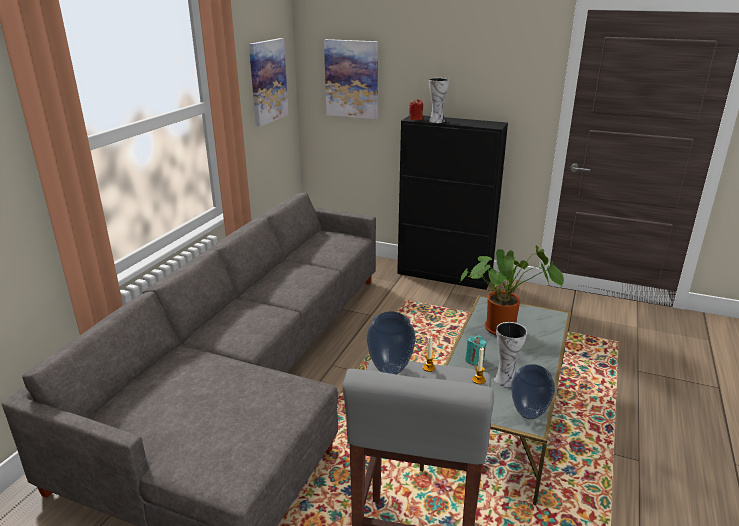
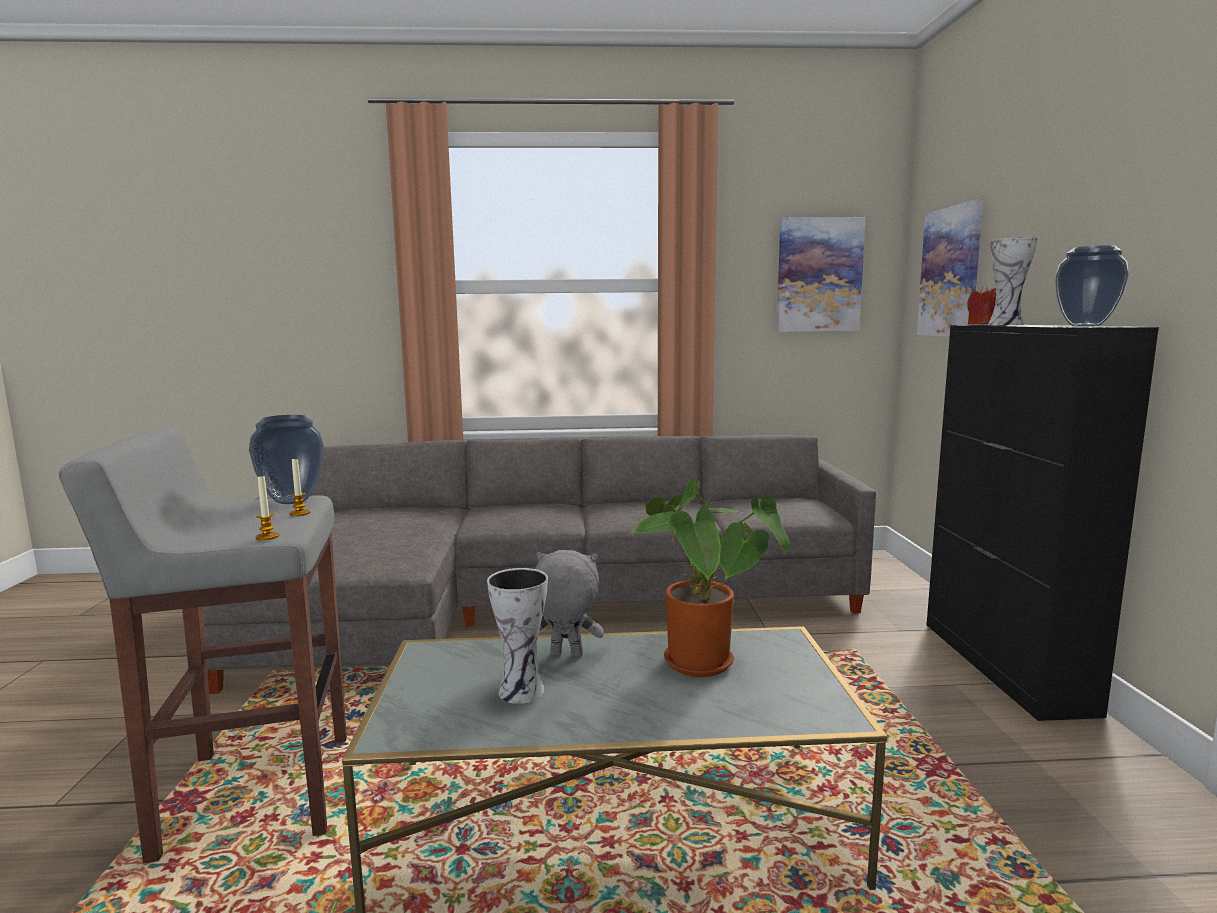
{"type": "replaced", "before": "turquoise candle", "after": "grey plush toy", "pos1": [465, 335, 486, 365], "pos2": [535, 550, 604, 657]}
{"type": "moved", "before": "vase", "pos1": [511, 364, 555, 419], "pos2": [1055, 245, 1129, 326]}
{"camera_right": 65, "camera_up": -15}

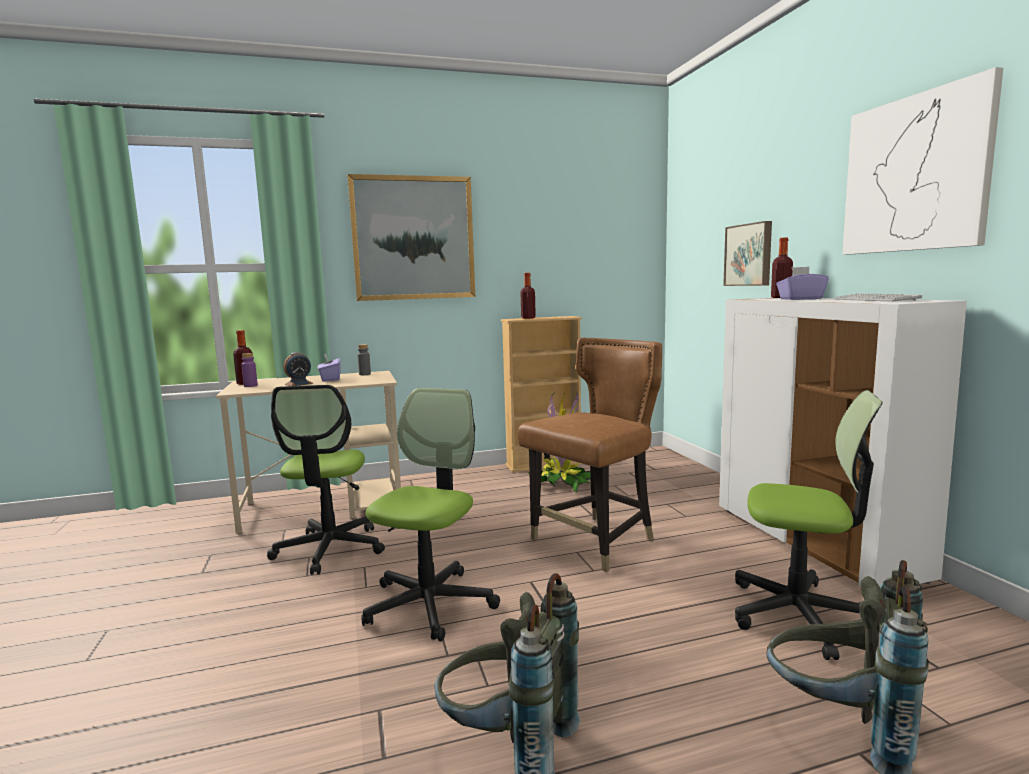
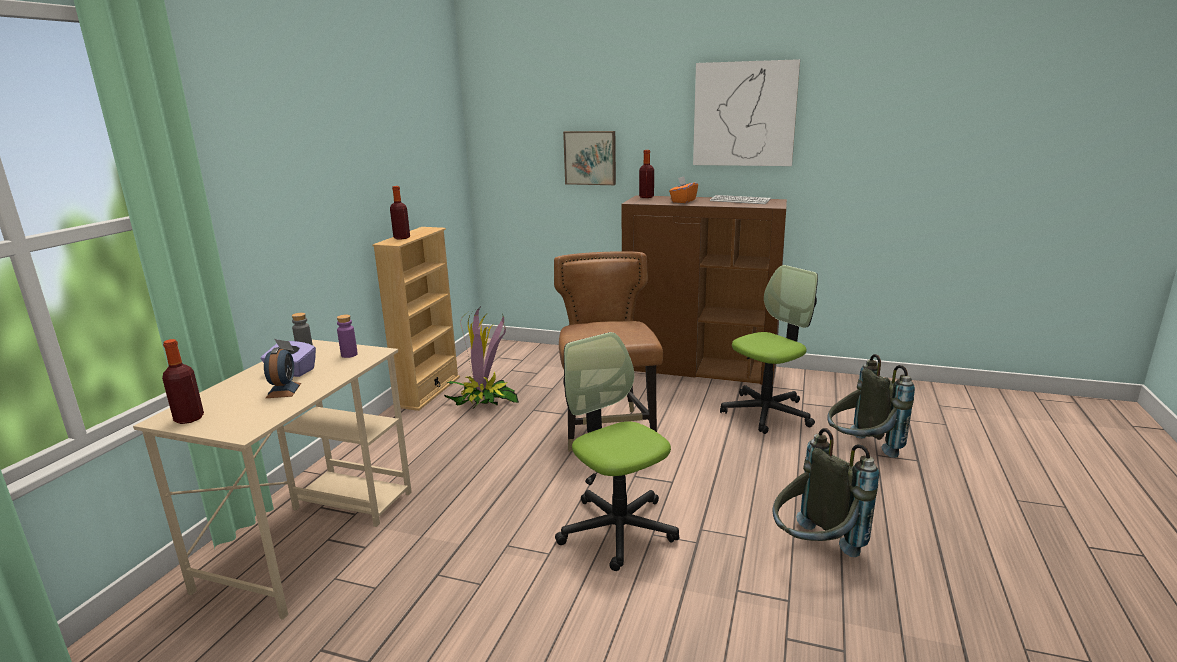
{"type": "removed", "before": "picture", "pos1": [348, 174, 475, 301]}
{"type": "recoloured", "before": "purple tissue box", "after": "orange tissue box", "pos1": [776, 266, 829, 300], "pos2": [669, 176, 698, 203]}
{"type": "recoloured", "before": "white cabinet", "after": "brown cabinet", "pos1": [719, 298, 967, 586], "pos2": [621, 195, 787, 385]}
{"type": "moved", "before": "purple bottle", "pos1": [241, 353, 258, 387], "pos2": [337, 315, 358, 358]}
{"type": "removed", "before": "office chair", "pos1": [267, 385, 385, 575]}
{"camera_right": -55, "camera_up": 10}

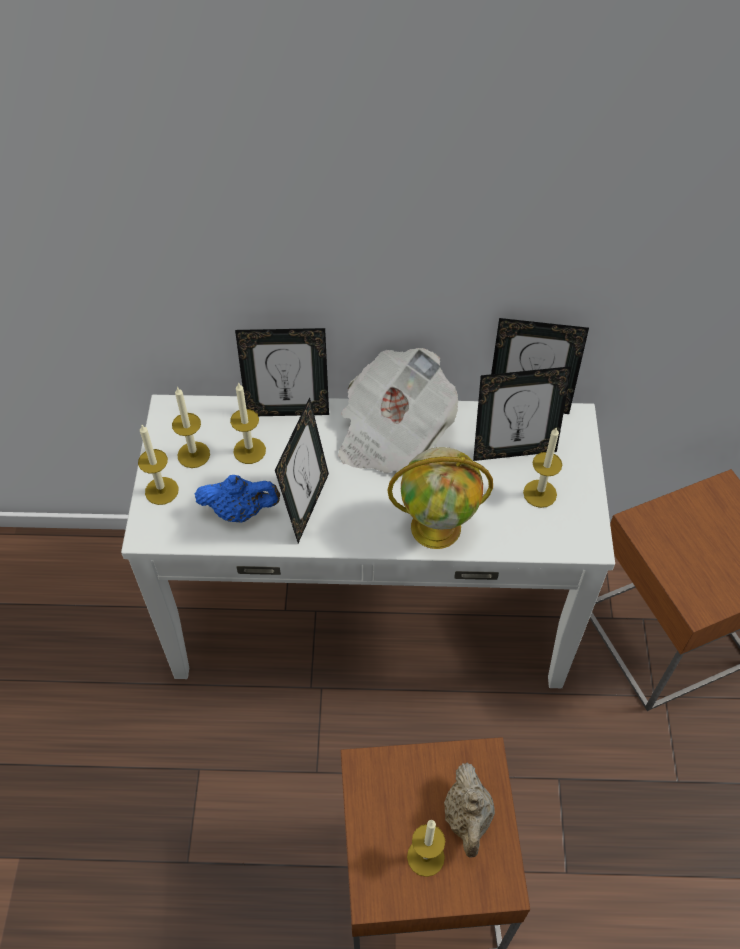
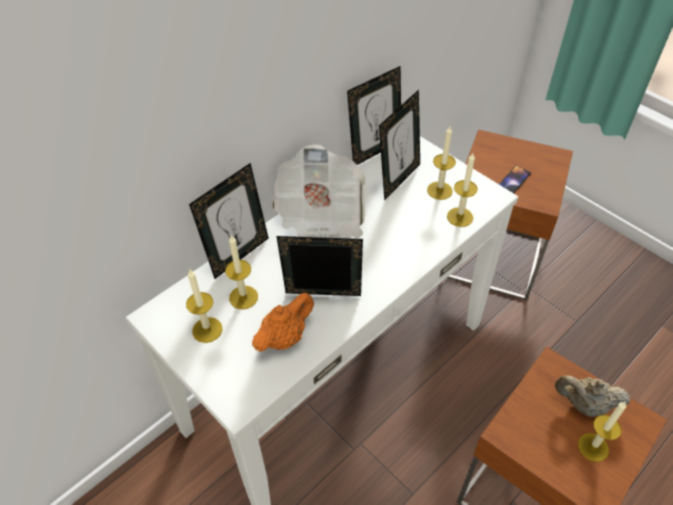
{"type": "turned", "before": "picture frame", "pos1": [275, 397, 329, 543], "pos2": [276, 236, 363, 296], "turn": -60}
{"type": "moved", "before": "candle", "pos1": [138, 425, 178, 505], "pos2": [447, 153, 478, 227]}
{"type": "removed", "before": "globe", "pos1": [387, 447, 493, 549]}
{"type": "recoloured", "before": "blue teapot", "after": "orange teapot", "pos1": [195, 475, 280, 523], "pos2": [252, 293, 314, 352]}
{"type": "turned", "before": "beige teapot", "pos1": [444, 763, 495, 858], "pos2": [555, 375, 631, 417], "turn": 150}
{"type": "added", "after": "phone", "pos2": [499, 166, 531, 193]}
{"camera_right": -45, "camera_up": -5}

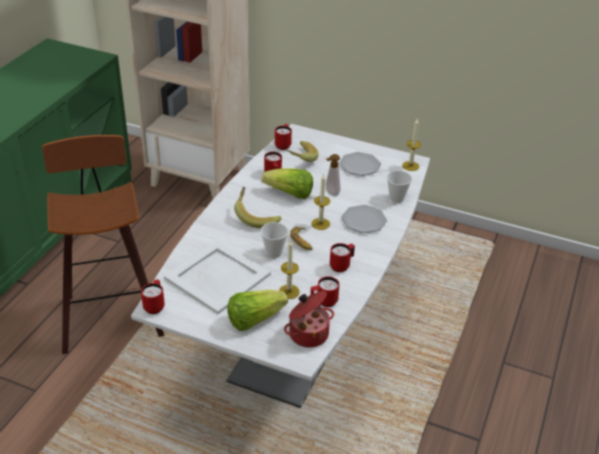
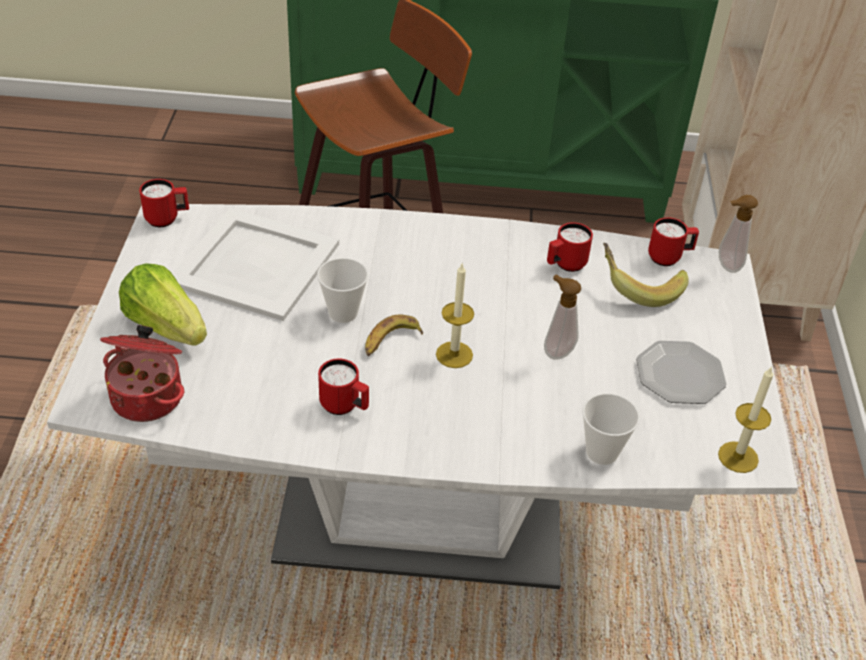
{"type": "removed", "before": "lettuce", "pos1": [262, 168, 313, 199]}
{"type": "removed", "before": "banana", "pos1": [234, 187, 282, 228]}
{"type": "removed", "before": "plate", "pos1": [341, 205, 387, 233]}
{"type": "removed", "before": "candle", "pos1": [279, 239, 300, 299]}
{"type": "removed", "before": "red mug", "pos1": [310, 276, 339, 307]}
{"type": "added", "after": "soap dispenser", "pos2": [719, 195, 758, 273]}
{"camera_right": 70, "camera_up": 5}

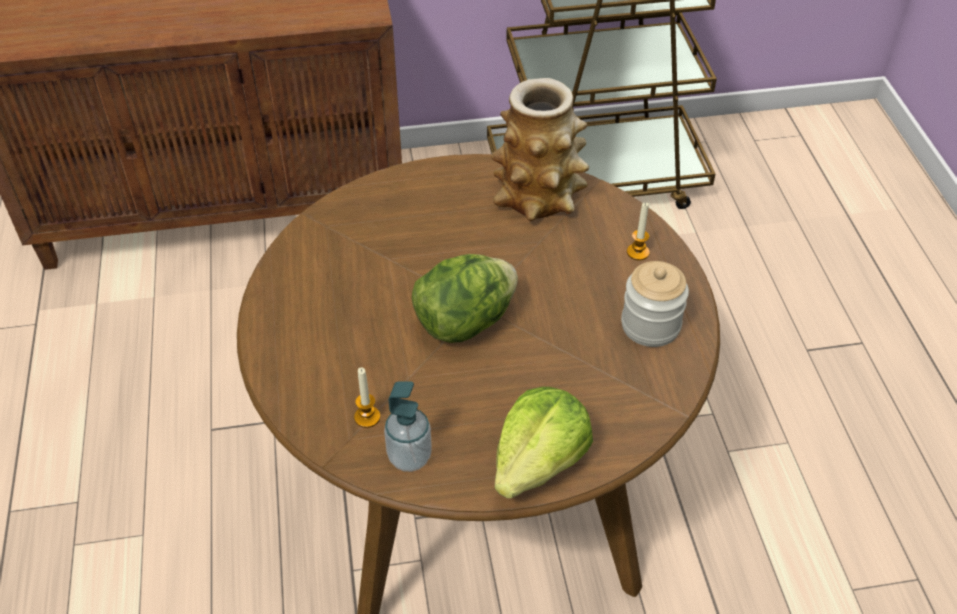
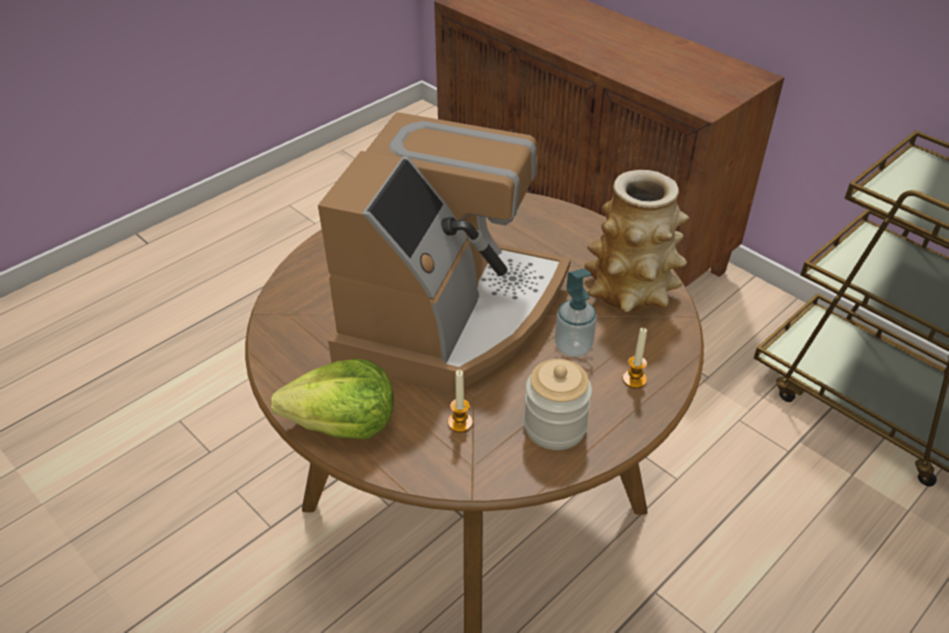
{"type": "replaced", "before": "lettuce", "after": "coffee machine", "pos1": [412, 254, 518, 343], "pos2": [318, 112, 571, 395]}
{"type": "moved", "before": "candle", "pos1": [354, 368, 380, 428], "pos2": [448, 370, 473, 433]}
{"type": "moved", "before": "soap dispenser", "pos1": [384, 381, 432, 472], "pos2": [555, 269, 597, 357]}
{"camera_right": 55, "camera_up": -5}

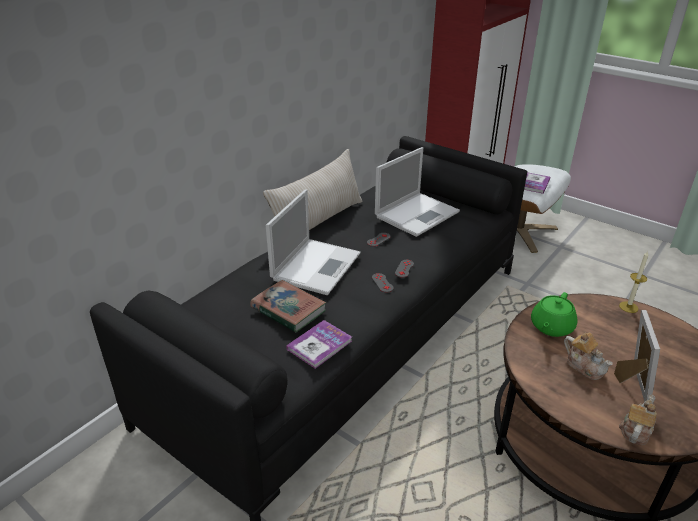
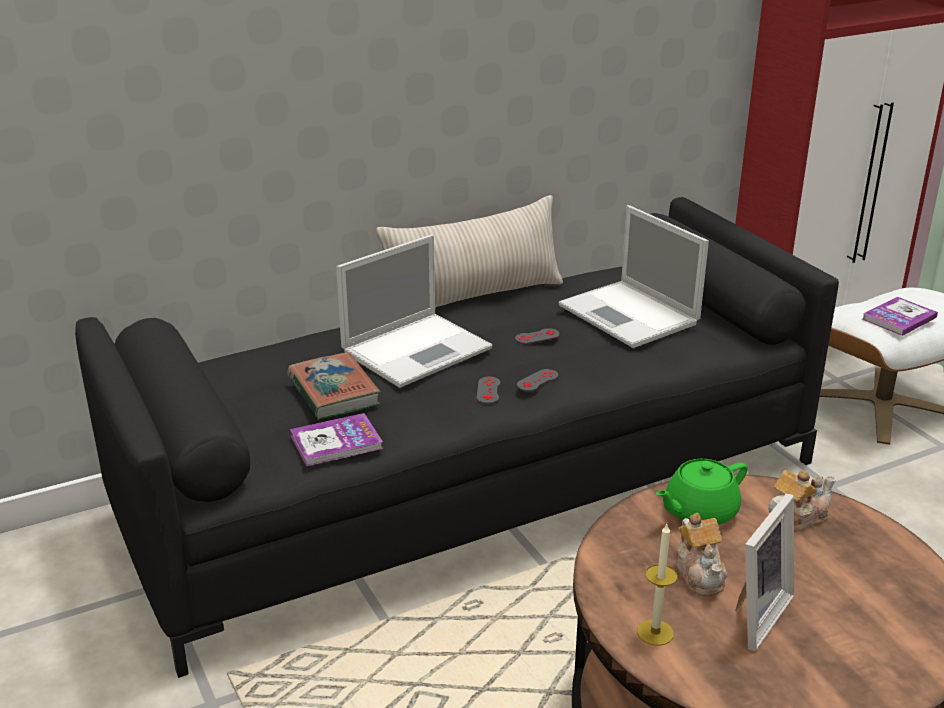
{"type": "turned", "before": "laptop", "pos1": [375, 147, 460, 237], "pos2": [559, 205, 709, 348], "turn": 75}
{"type": "moved", "before": "candle", "pos1": [619, 251, 648, 313], "pos2": [637, 524, 678, 646]}
{"type": "moved", "before": "teapot", "pos1": [619, 395, 657, 446], "pos2": [768, 470, 836, 532]}
{"camera_right": 25, "camera_up": -5}

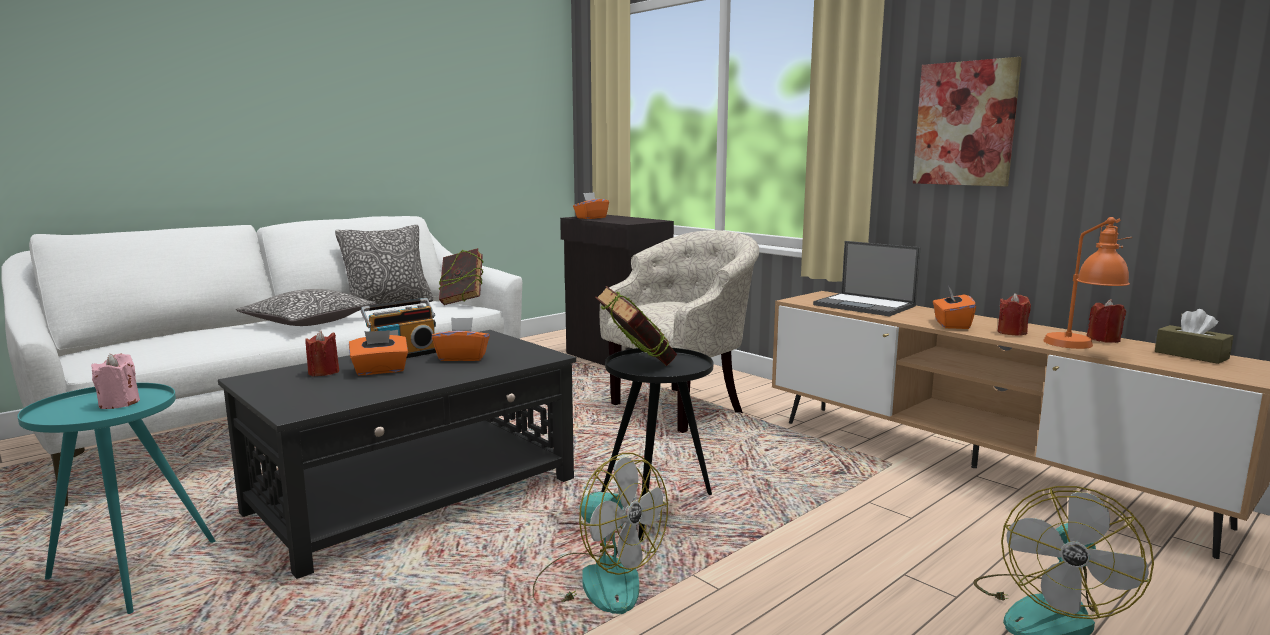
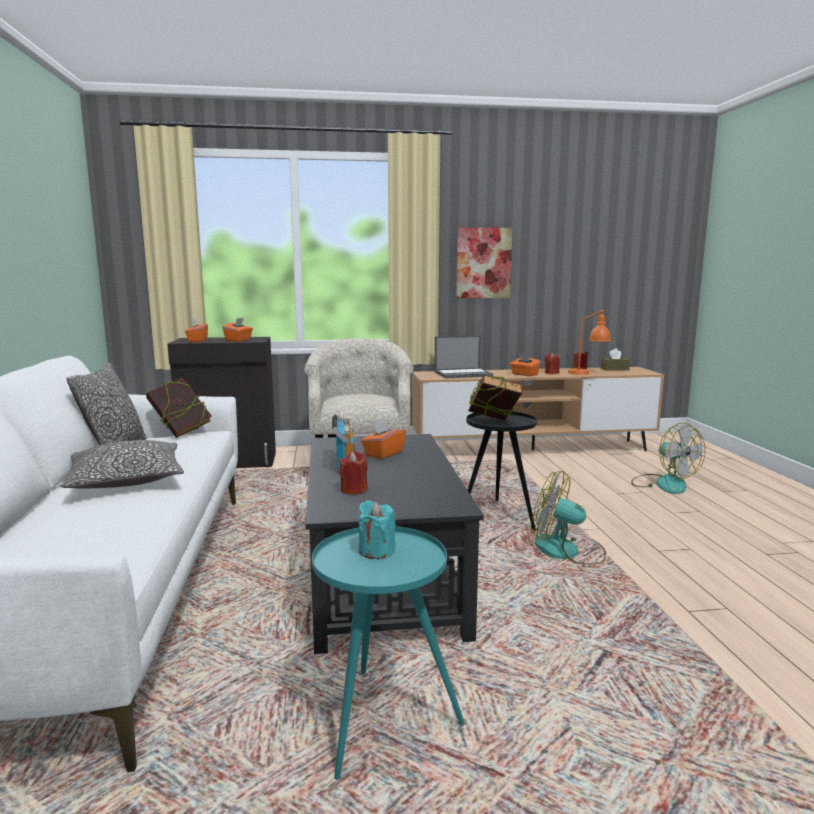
{"type": "moved", "before": "orange tissue box", "pos1": [349, 330, 408, 375], "pos2": [223, 318, 253, 342]}
{"type": "recoloured", "before": "pink candle", "after": "turquoise candle", "pos1": [91, 353, 140, 409], "pos2": [359, 501, 396, 559]}
{"type": "turned", "before": "fan", "pos1": [533, 453, 668, 614], "pos2": [531, 471, 606, 564], "turn": -135}
{"camera_right": -55, "camera_up": 0}

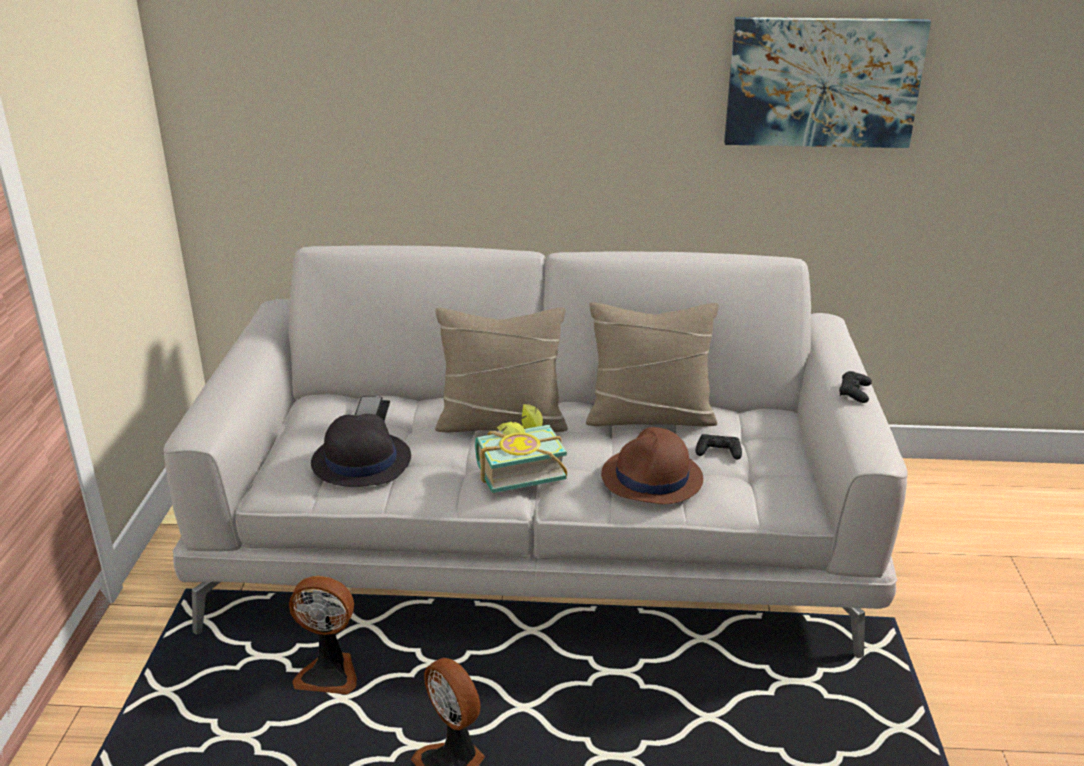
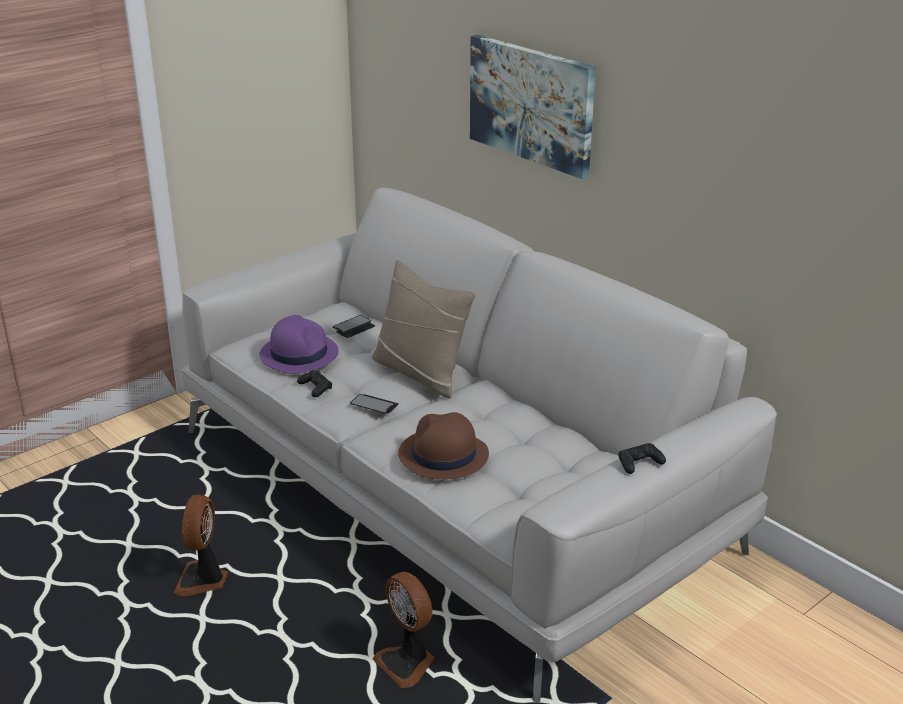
{"type": "moved", "before": "picture", "pos1": [724, 17, 931, 148], "pos2": [470, 35, 596, 179]}
{"type": "removed", "before": "beige pillow", "pos1": [586, 302, 719, 426]}
{"type": "replaced", "before": "book", "after": "phone", "pos1": [475, 404, 567, 493], "pos2": [350, 394, 398, 413]}
{"type": "recoloured", "before": "black hat", "after": "purple hat", "pos1": [311, 414, 411, 487], "pos2": [259, 315, 339, 374]}
{"type": "moved", "before": "black game controller", "pos1": [696, 434, 742, 460], "pos2": [297, 370, 332, 397]}
{"type": "moved", "before": "fan", "pos1": [289, 576, 357, 695], "pos2": [372, 572, 434, 688]}
{"camera_right": 45, "camera_up": 0}

